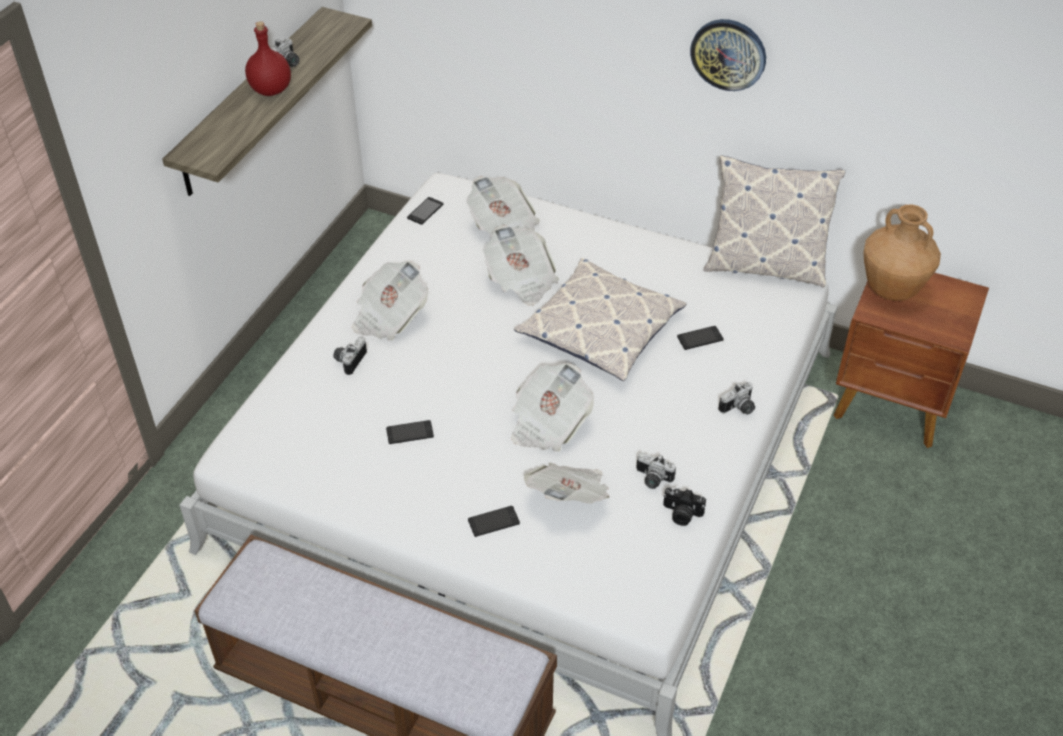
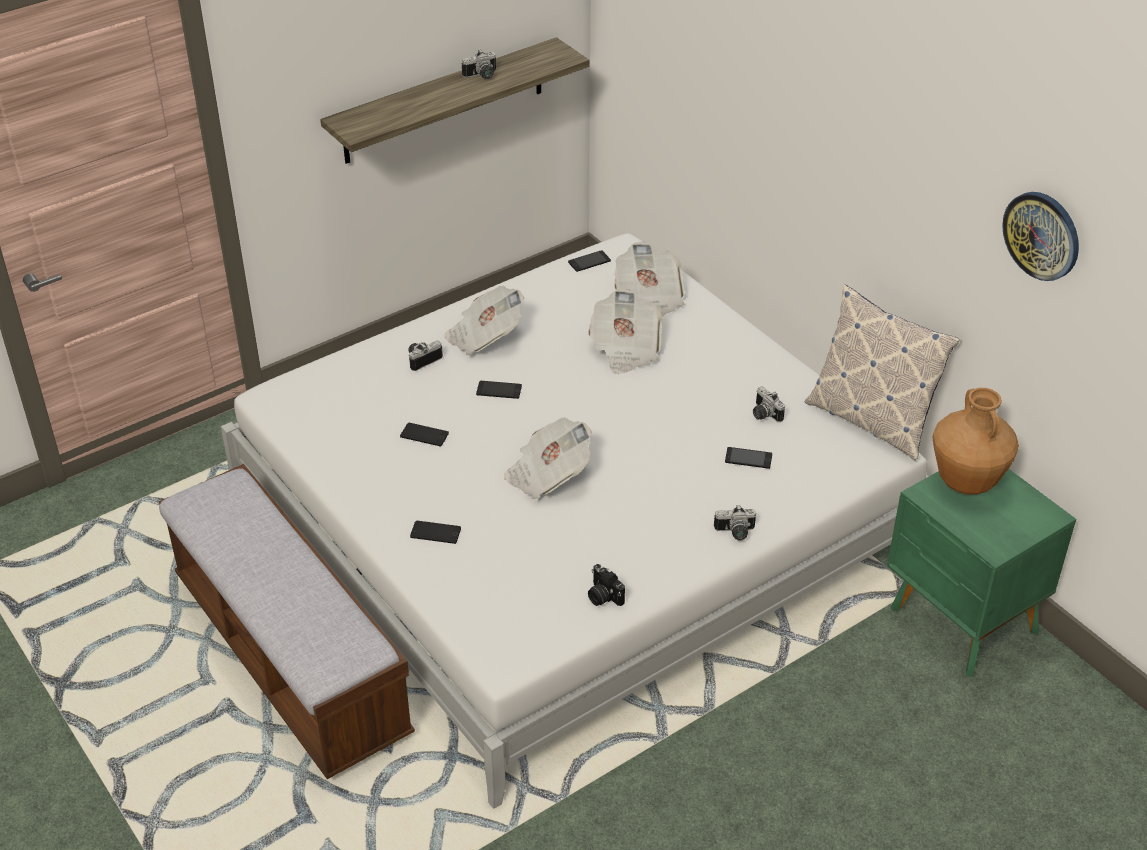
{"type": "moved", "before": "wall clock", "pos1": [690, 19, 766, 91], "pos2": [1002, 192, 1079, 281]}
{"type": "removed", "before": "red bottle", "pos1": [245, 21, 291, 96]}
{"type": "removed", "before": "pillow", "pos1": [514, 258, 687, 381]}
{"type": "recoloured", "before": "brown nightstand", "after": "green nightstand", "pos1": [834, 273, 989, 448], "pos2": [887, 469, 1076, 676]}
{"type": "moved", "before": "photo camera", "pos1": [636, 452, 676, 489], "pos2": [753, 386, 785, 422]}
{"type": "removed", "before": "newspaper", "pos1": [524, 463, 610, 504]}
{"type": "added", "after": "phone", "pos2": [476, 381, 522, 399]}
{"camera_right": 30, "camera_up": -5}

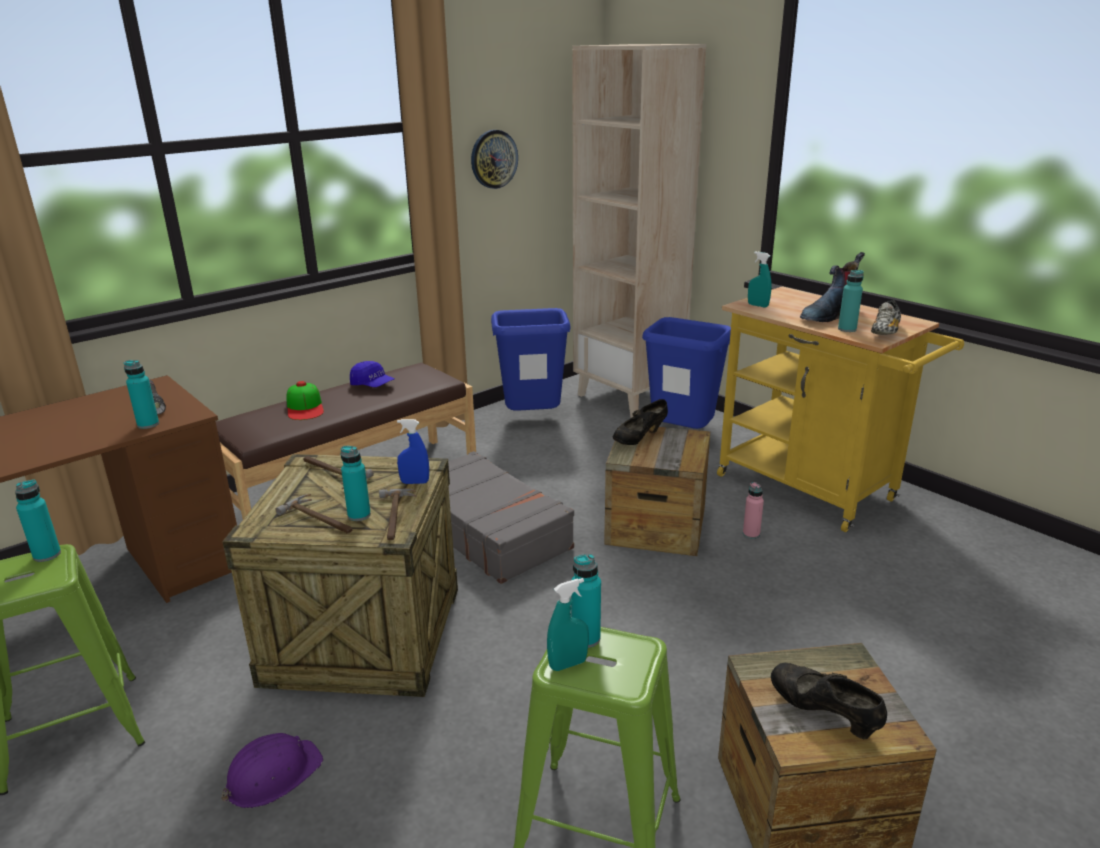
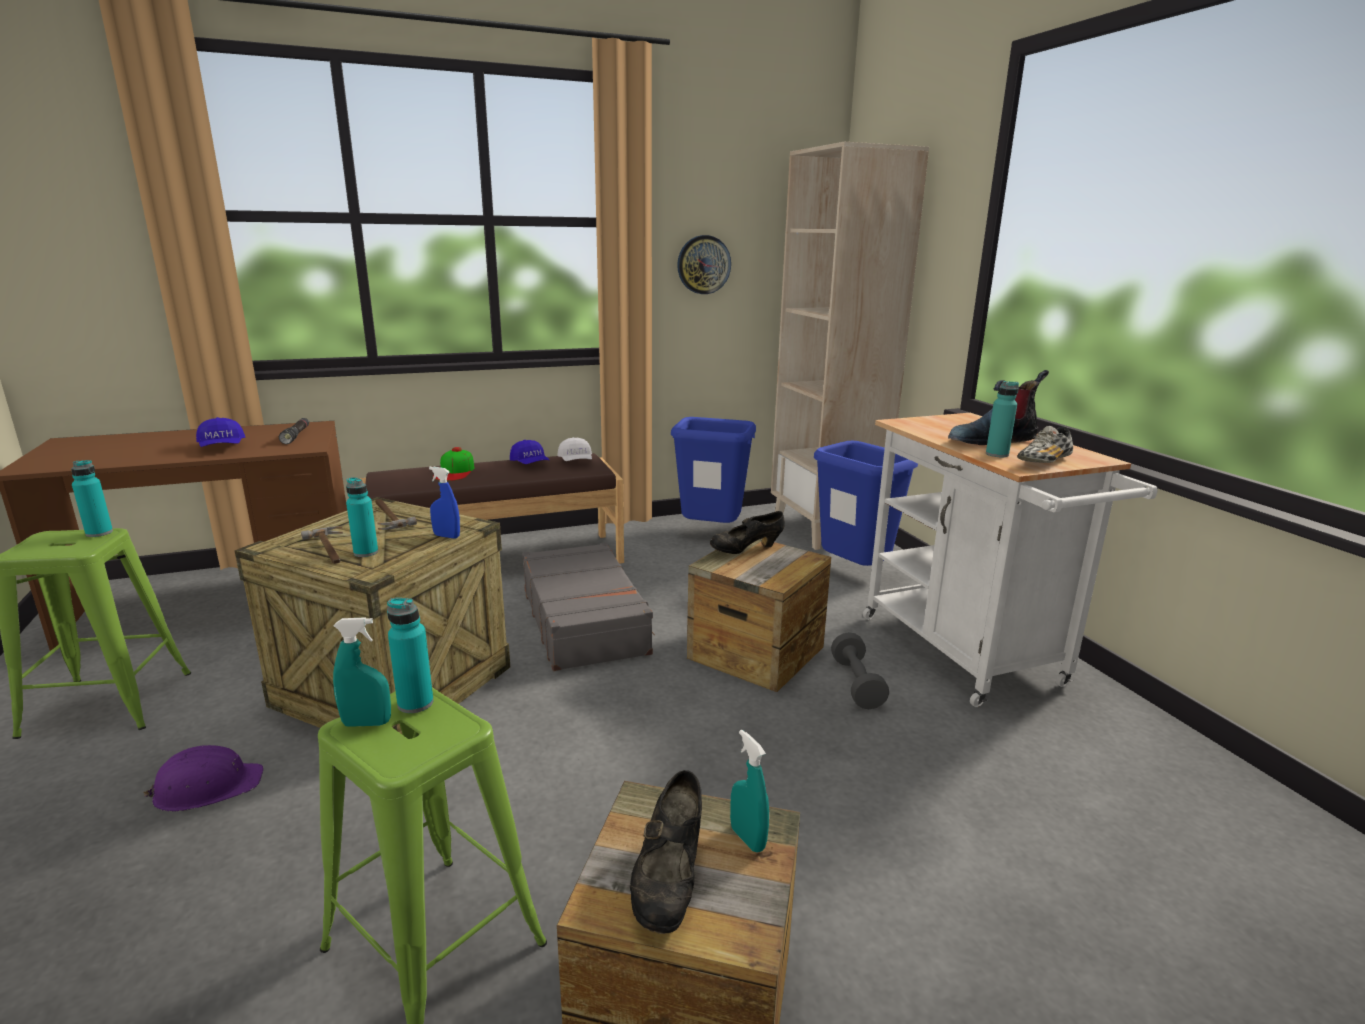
{"type": "moved", "before": "turquoise spray bottle", "pos1": [748, 252, 772, 307], "pos2": [730, 730, 769, 852]}
{"type": "recoloured", "before": "yellow cart", "after": "white cart", "pos1": [717, 286, 964, 532], "pos2": [863, 413, 1157, 707]}
{"type": "removed", "before": "turquoise bottle", "pos1": [124, 360, 159, 429]}
{"type": "replaced", "before": "pink bottle", "after": "grey dumbbell", "pos1": [743, 482, 764, 539], "pos2": [831, 632, 889, 709]}
{"type": "removed", "before": "hammer", "pos1": [379, 488, 417, 540]}
{"type": "turned", "before": "black shoe", "pos1": [771, 663, 887, 739], "pos2": [630, 770, 702, 934], "turn": -150}
{"type": "added", "after": "blue cap", "pos2": [196, 417, 245, 447]}
{"type": "added", "after": "white cap", "pos2": [557, 437, 592, 461]}
{"camera_right": 20, "camera_up": -5}

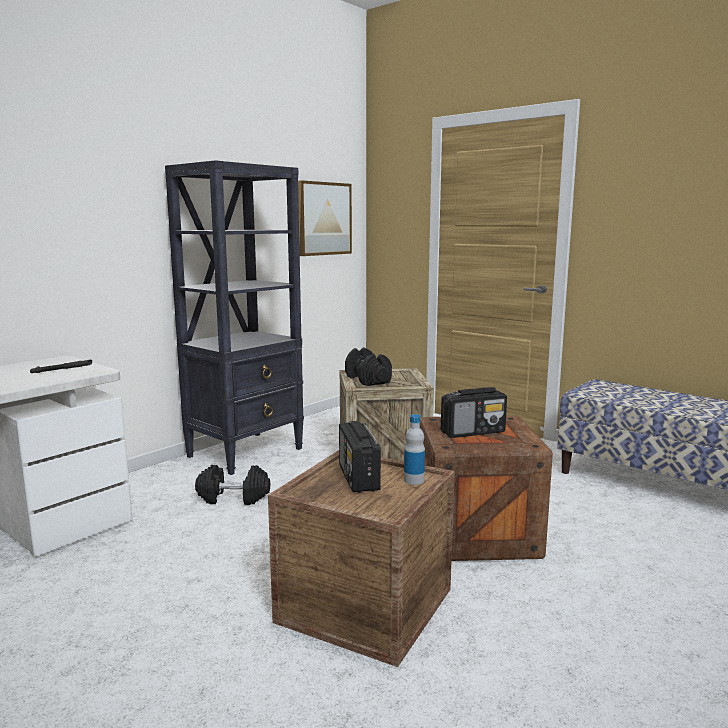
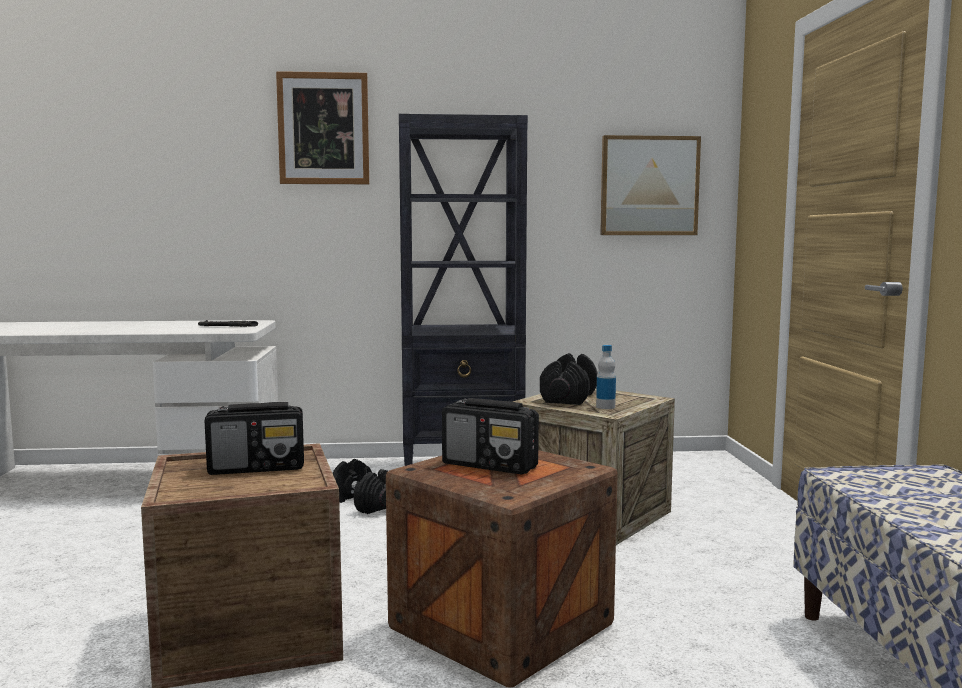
{"type": "moved", "before": "bottle", "pos1": [404, 414, 425, 485], "pos2": [596, 345, 616, 409]}
{"type": "turned", "before": "radio", "pos1": [339, 421, 381, 493], "pos2": [205, 402, 304, 475], "turn": -135}
{"type": "added", "after": "picture", "pos2": [276, 71, 369, 184]}
{"camera_right": 45, "camera_up": -5}

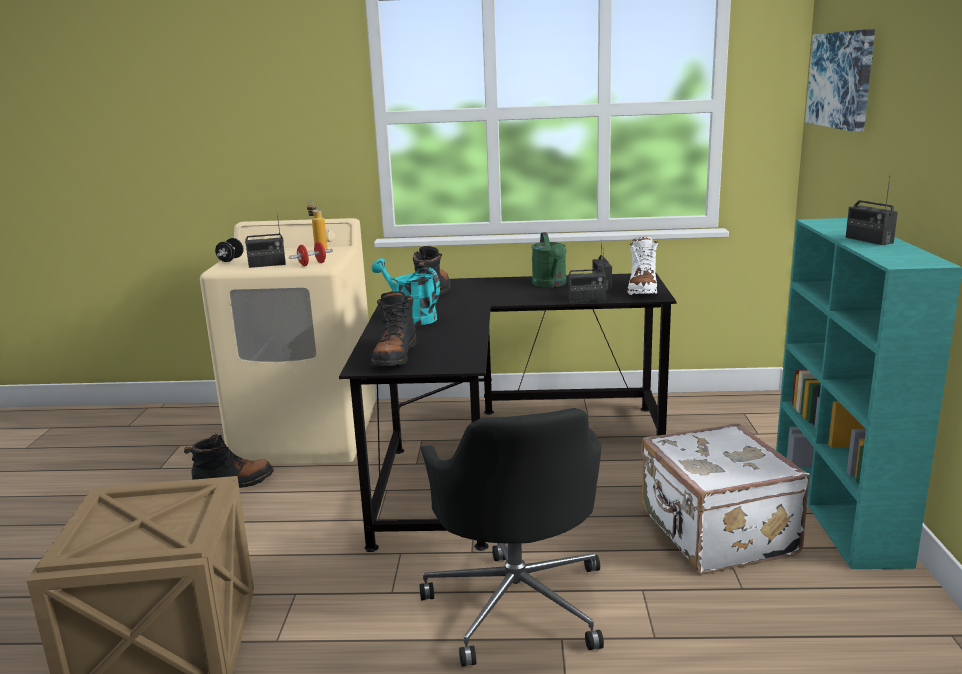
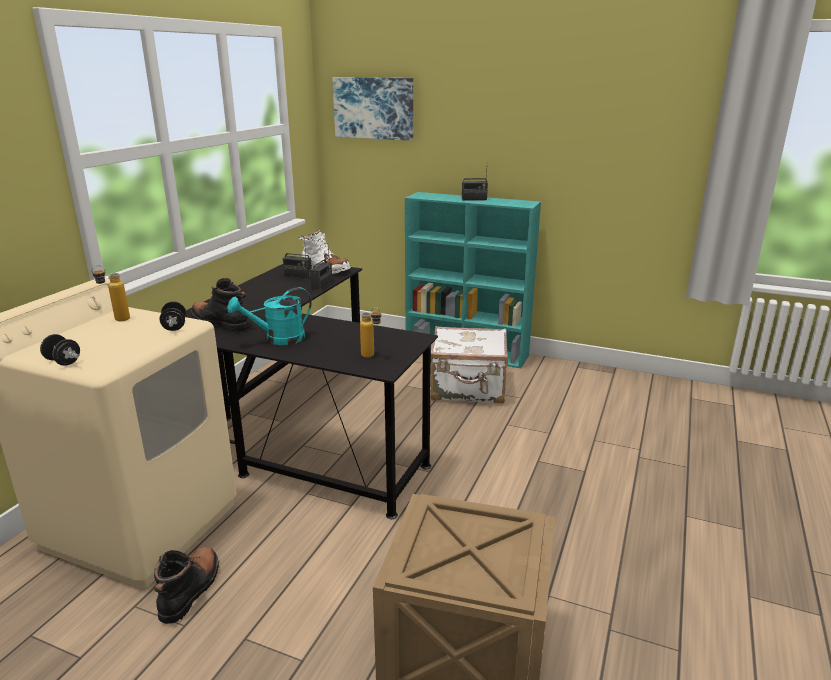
{"type": "removed", "before": "radio", "pos1": [245, 214, 286, 268]}
{"type": "removed", "before": "green watering can", "pos1": [531, 232, 567, 287]}
{"type": "recoloured", "before": "red dumbbell", "after": "black dumbbell", "pos1": [289, 242, 333, 266], "pos2": [159, 301, 186, 331]}
{"type": "replaced", "before": "black boot", "after": "bottle", "pos1": [372, 291, 417, 366], "pos2": [360, 307, 381, 358]}
{"type": "removed", "before": "black office chair", "pos1": [419, 408, 604, 667]}
{"camera_right": -70, "camera_up": 5}

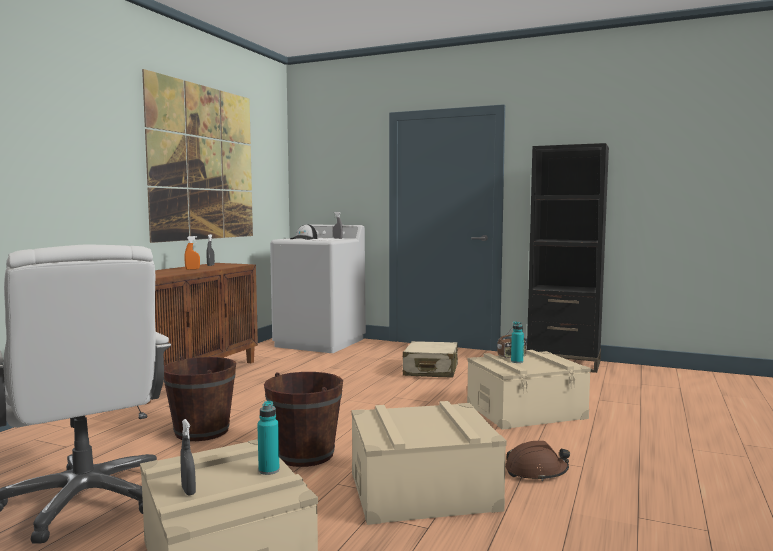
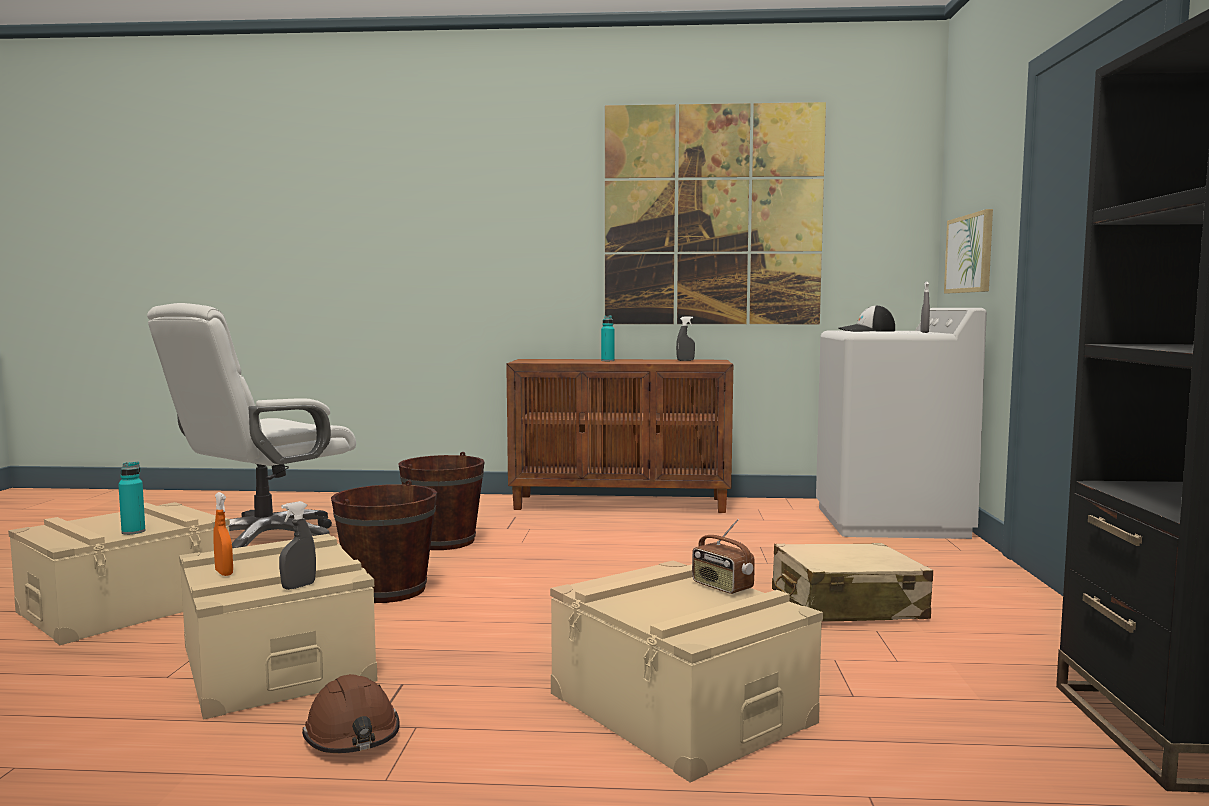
{"type": "moved", "before": "orange spray bottle", "pos1": [184, 236, 200, 270], "pos2": [213, 492, 233, 576]}
{"type": "moved", "before": "turquoise bottle", "pos1": [511, 321, 524, 363], "pos2": [601, 316, 615, 361]}
{"type": "moved", "before": "grey spray bottle", "pos1": [180, 419, 196, 496], "pos2": [279, 501, 316, 590]}
{"type": "added", "after": "picture", "pos2": [944, 209, 993, 293]}
{"camera_right": 70, "camera_up": 0}

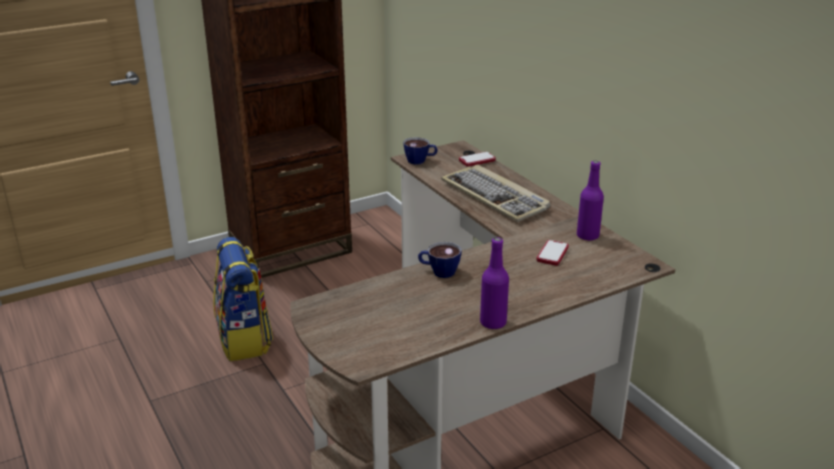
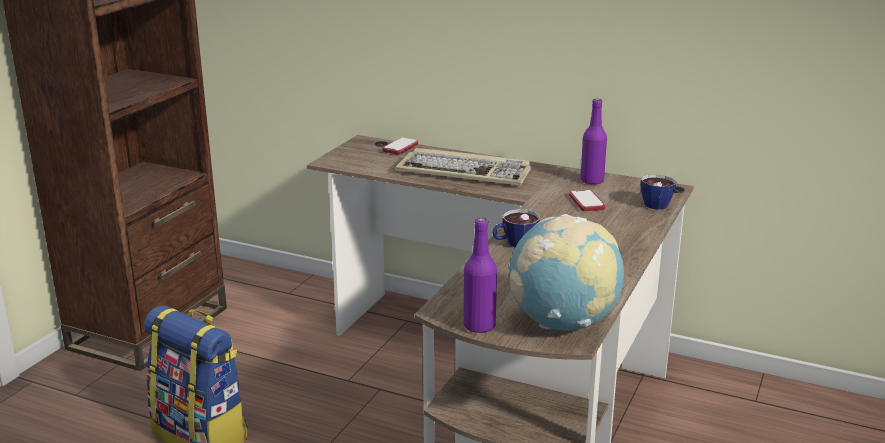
{"type": "moved", "before": "cup", "pos1": [403, 137, 438, 164], "pos2": [641, 174, 677, 209]}
{"type": "moved", "before": "purple bottle", "pos1": [480, 237, 509, 329], "pos2": [463, 218, 497, 333]}
{"type": "added", "after": "globe", "pos2": [508, 214, 624, 330]}
{"camera_right": -35, "camera_up": -5}

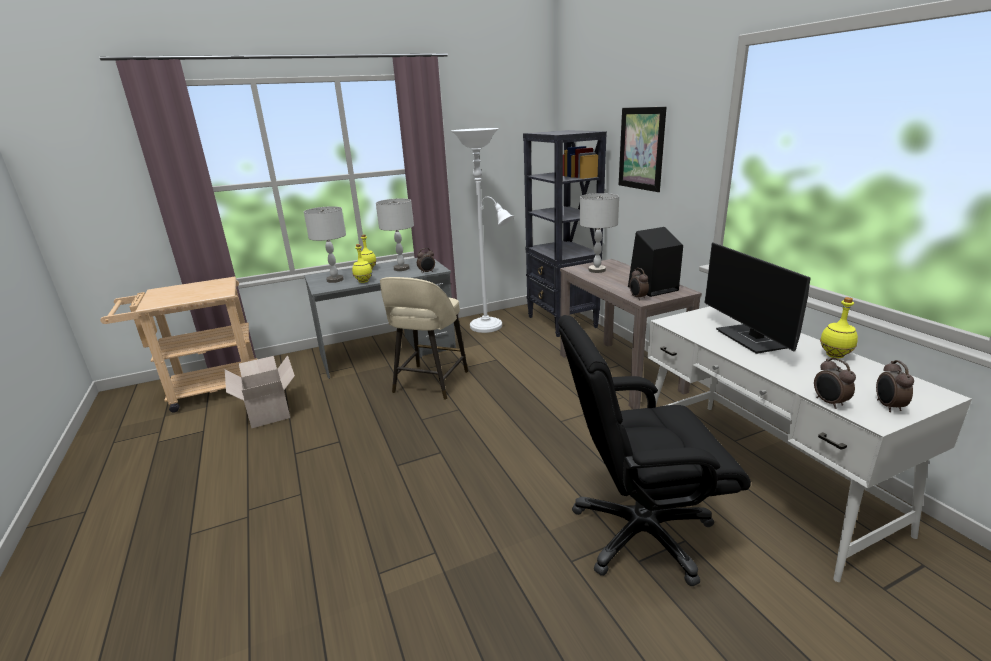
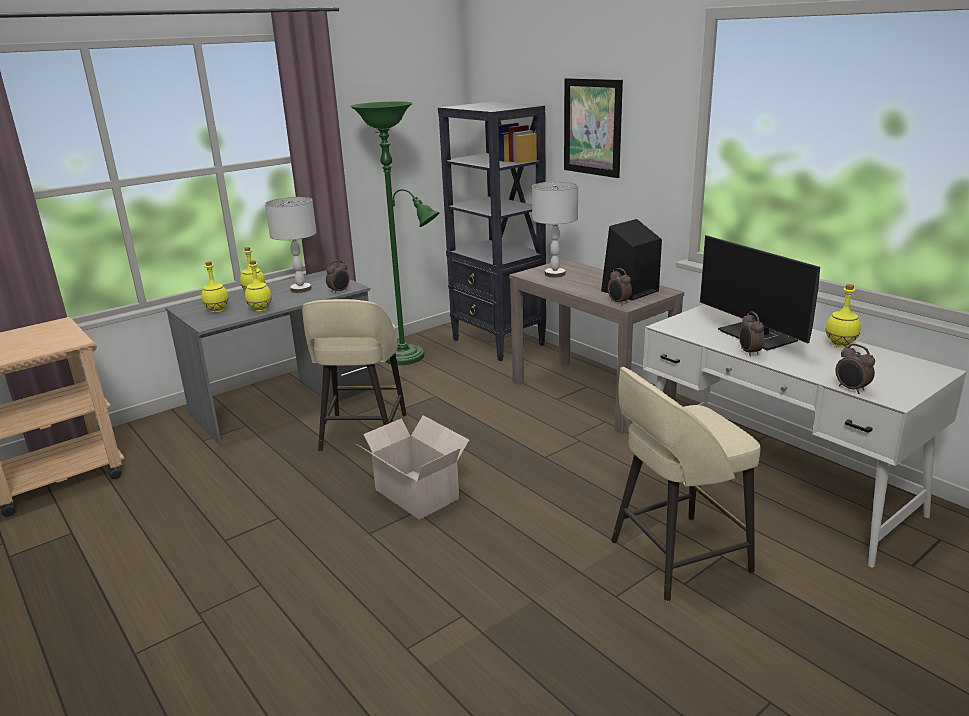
{"type": "recoloured", "before": "white floor lamp", "after": "green floor lamp", "pos1": [451, 128, 515, 333], "pos2": [350, 102, 440, 365]}
{"type": "replaced", "before": "grey table lamp", "after": "yellow bottle", "pos1": [304, 206, 346, 283], "pos2": [201, 261, 229, 313]}
{"type": "replaced", "before": "black office chair", "after": "beige stool", "pos1": [558, 315, 751, 587], "pos2": [611, 367, 761, 601]}
{"type": "moved", "before": "cardboard box", "pos1": [225, 355, 295, 428], "pos2": [356, 415, 469, 520]}
{"type": "moved", "before": "alarm clock", "pos1": [876, 360, 914, 412], "pos2": [739, 311, 764, 357]}
{"camera_right": -15, "camera_up": 0}

